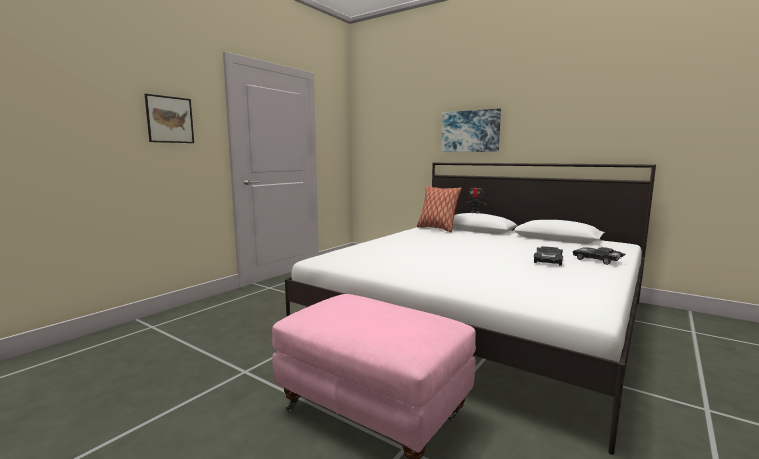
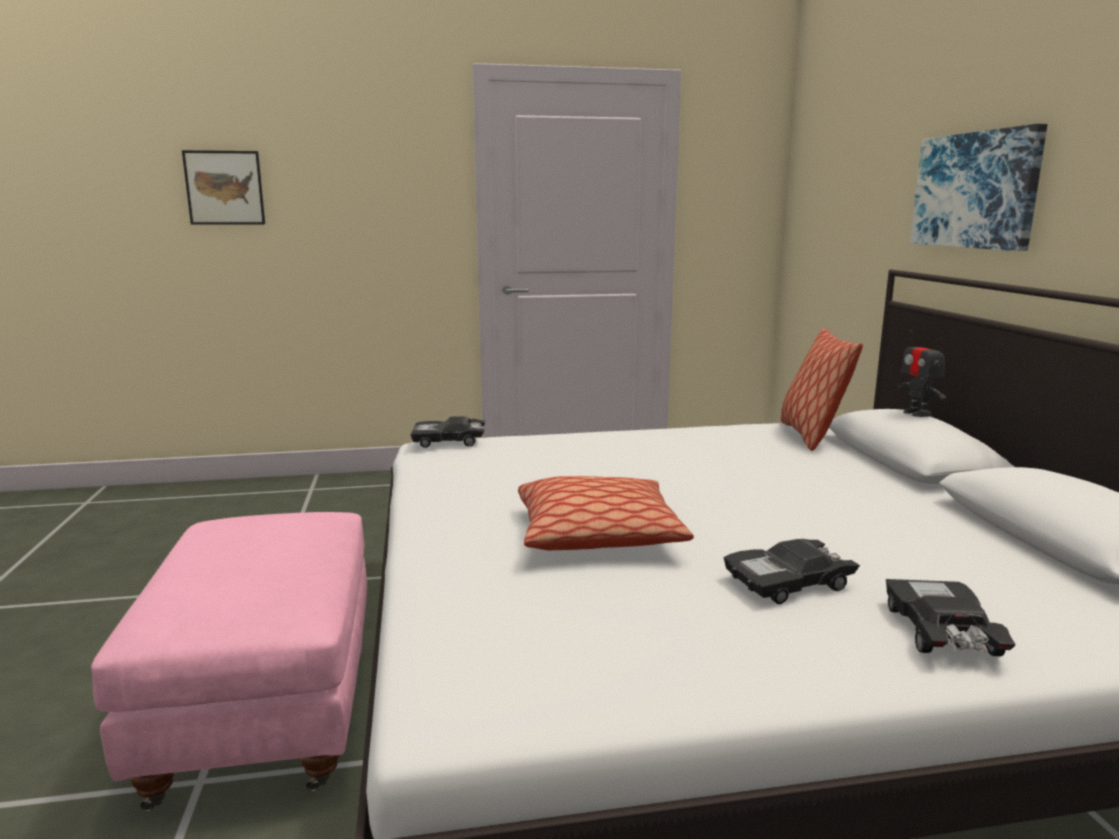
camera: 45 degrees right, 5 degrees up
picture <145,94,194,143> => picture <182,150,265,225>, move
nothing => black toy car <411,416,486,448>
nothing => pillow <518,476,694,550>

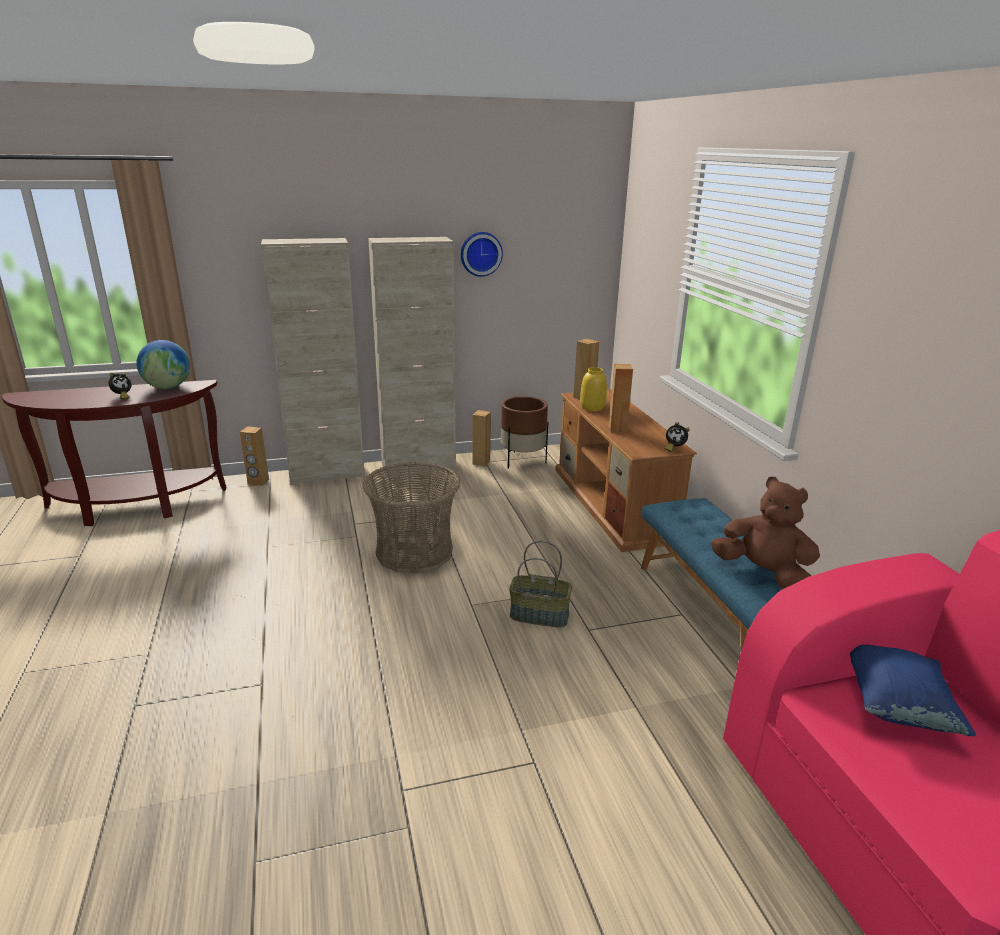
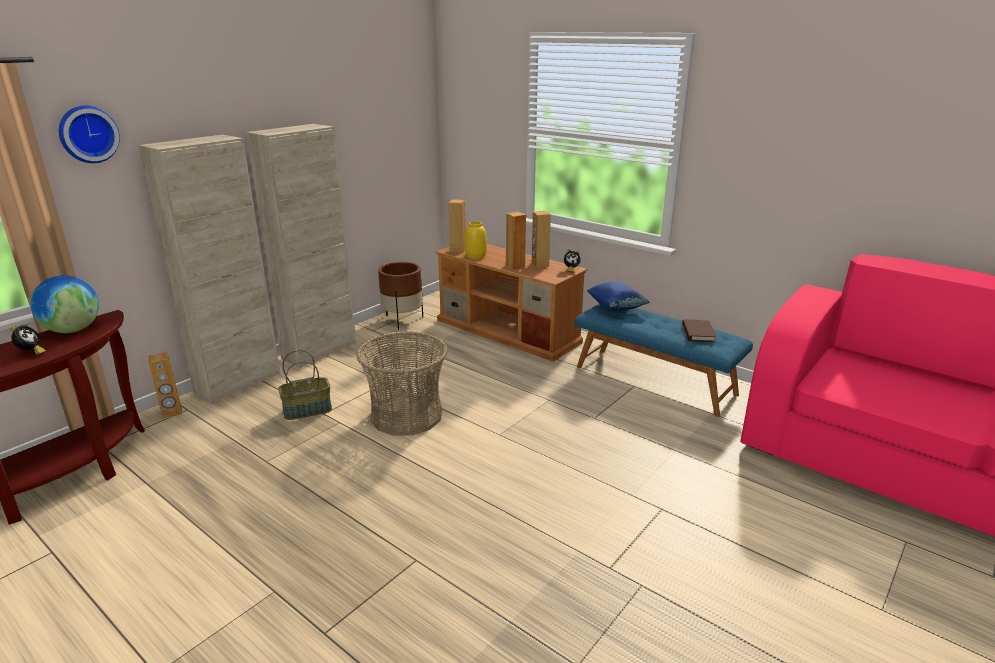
camera: 35 degrees left, 0 degrees up
wall clock <461,232,503,277> => wall clock <59,106,120,163>, move
basket <509,541,572,628> => basket <278,350,332,420>, move
brown speaker <472,410,491,467> => brown speaker <532,211,551,268>, move
blue pillow <850,645,976,736> => blue pillow <587,282,650,312>, move
brown plush toy <711,477,820,589> => brown book <682,320,716,342>

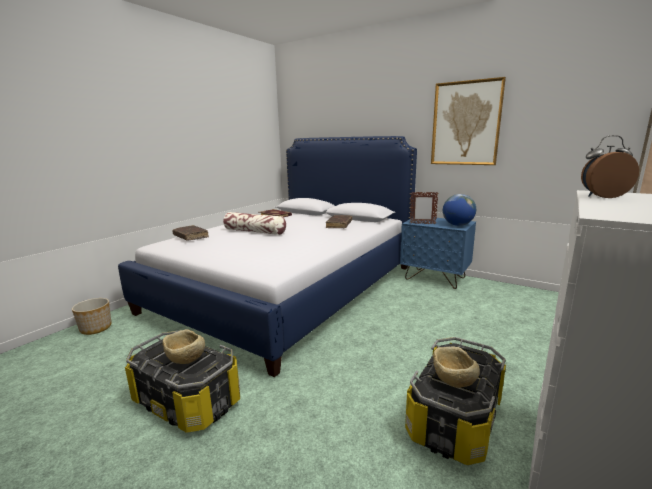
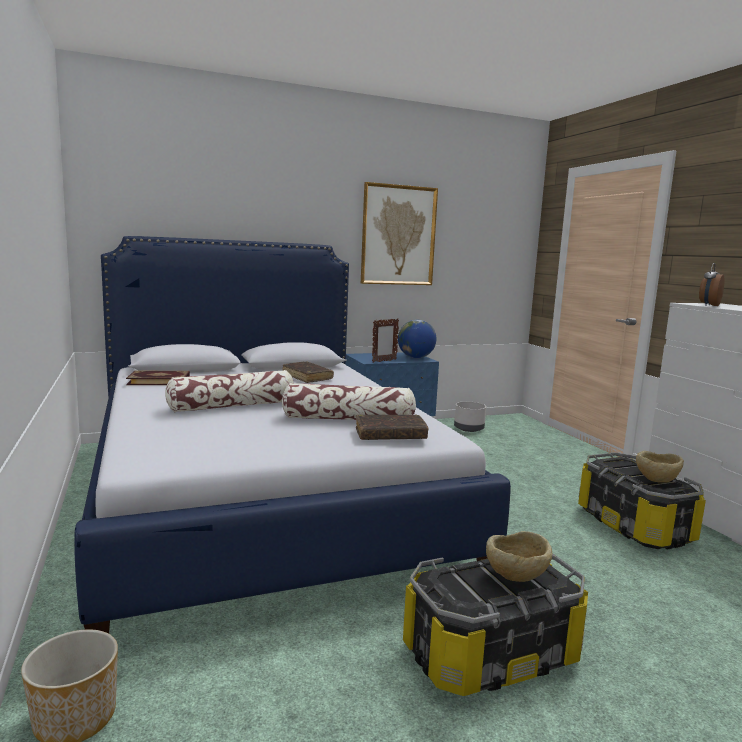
camera: 55 degrees left, 5 degrees down
nothing => pillow <282,383,416,420>
brown book <172,225,209,240> => brown book <356,415,429,440>, move
nothing => grey planter <454,401,486,432>

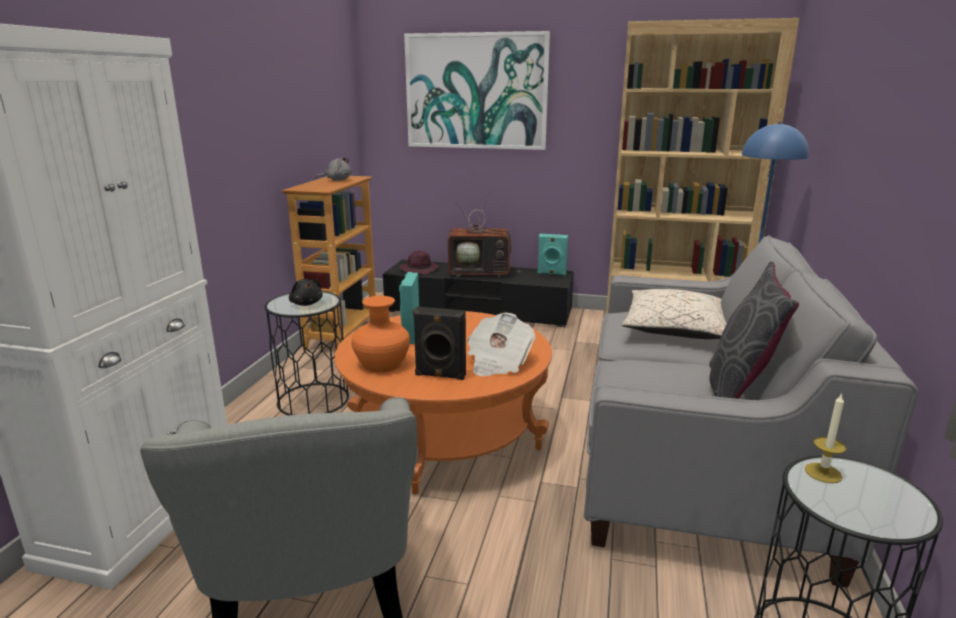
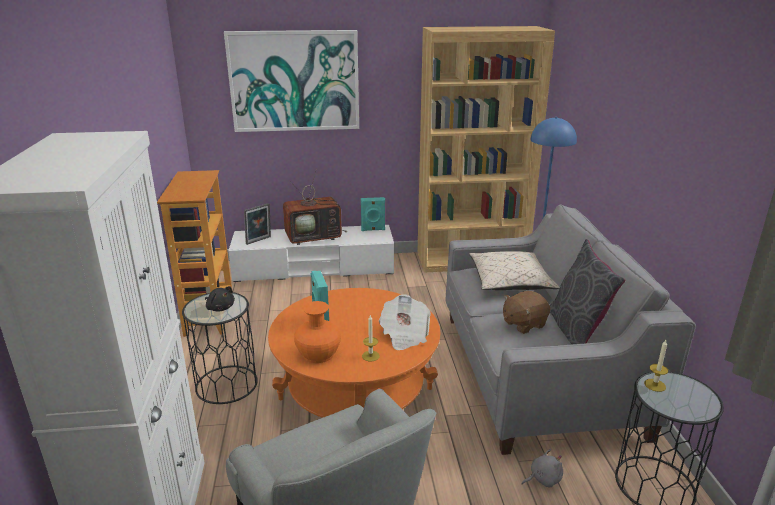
camera: 20 degrees left, 5 degrees up
black tv stand <383,260,574,327> => white tv stand <229,225,394,282>
purple hat <400,251,439,275> => picture frame <244,203,271,245>
black speaker <413,307,466,380> => candle <362,315,380,362>
nothing => brown plush toy <503,291,550,334>
grey plush toy <316,157,351,181> => grey plush toy <521,449,563,488>, move

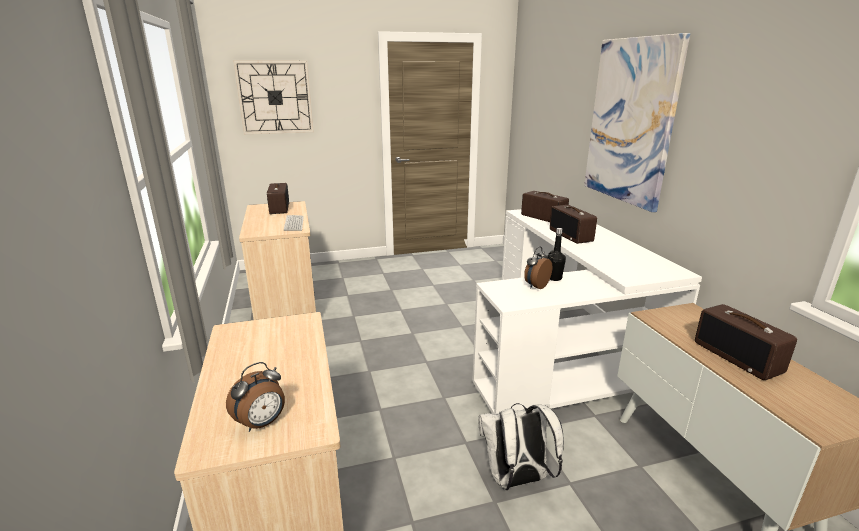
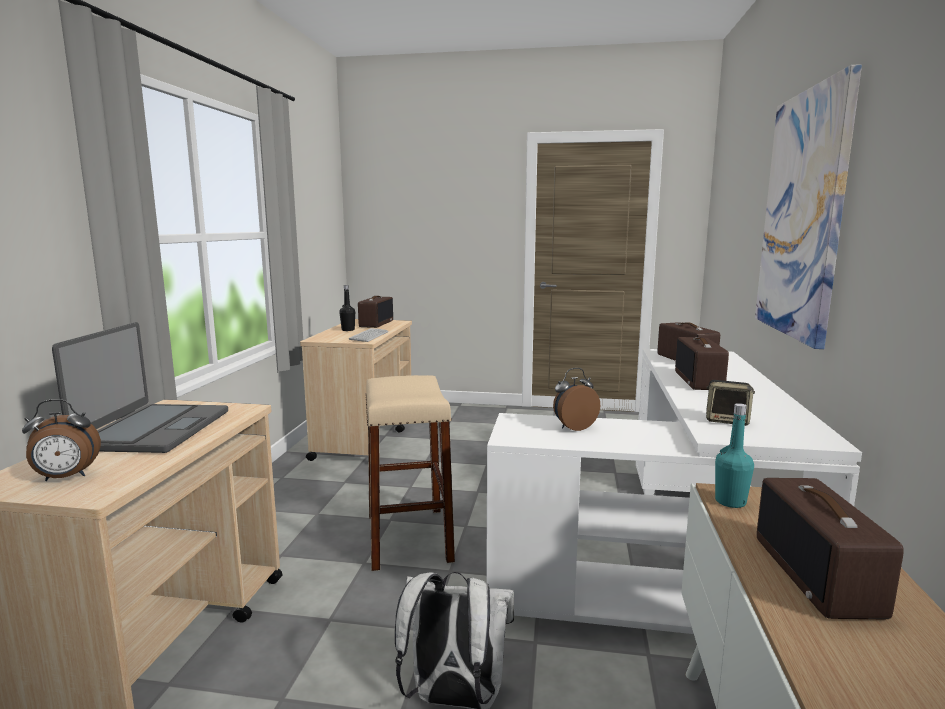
camera: 25 degrees right, 10 degrees down
nothing => laptop <52,322,228,453>
black bottle <547,228,566,281> => black bottle <339,285,355,331>, move
nothing => beige stool <366,375,455,571>
nothing => speaker <706,380,755,426>
nothing => turquoise bottle <715,403,754,508>
wall clock <233,60,314,134> => nothing

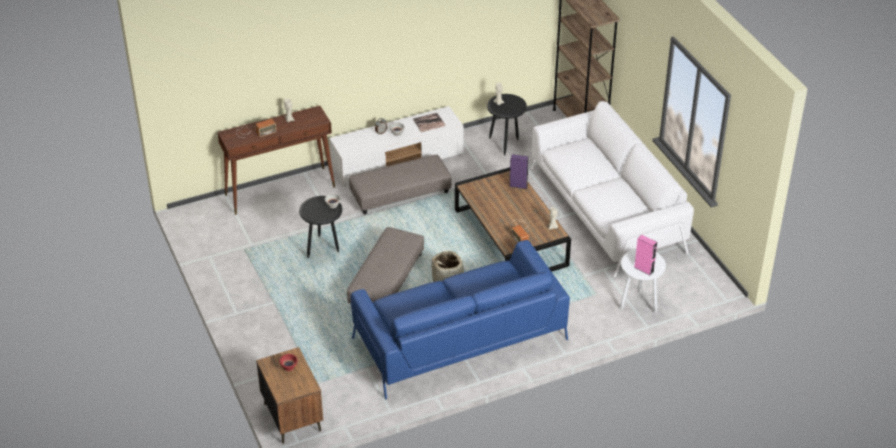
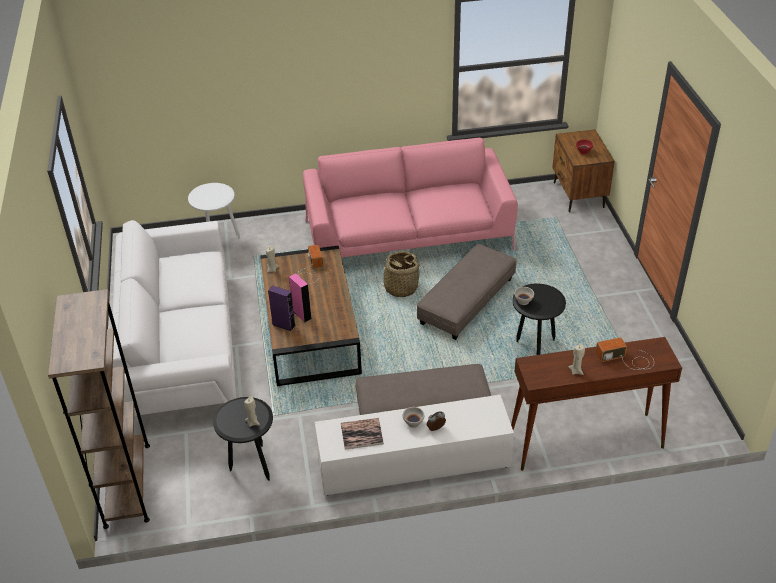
camera: 165 degrees left, 0 degrees up
pink speaker <634,235,657,275> => pink speaker <289,274,312,322>, move
blue sofa <351,240,570,399> => pink sofa <303,138,518,258>

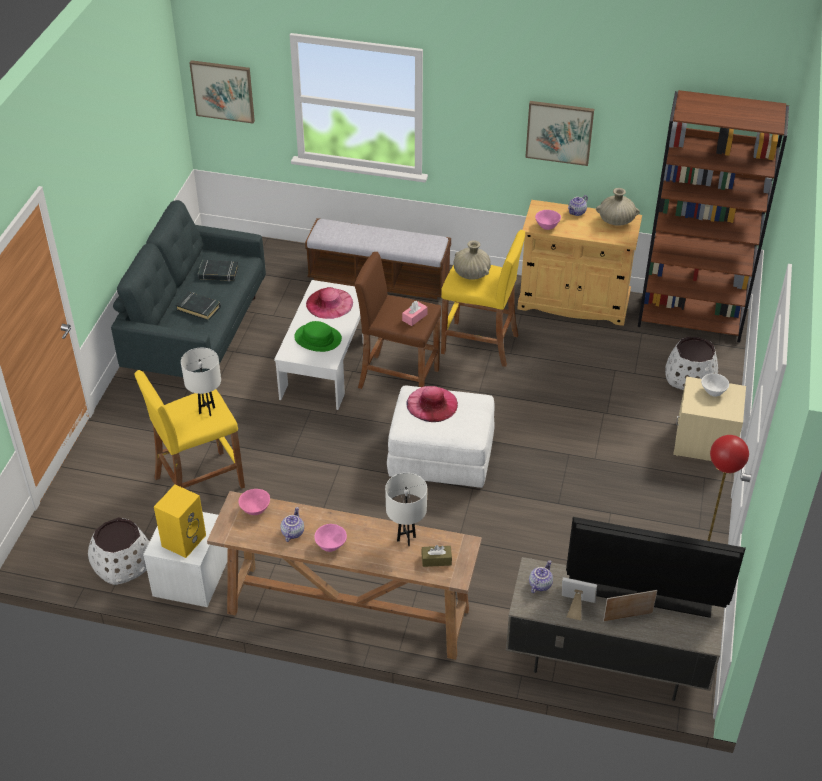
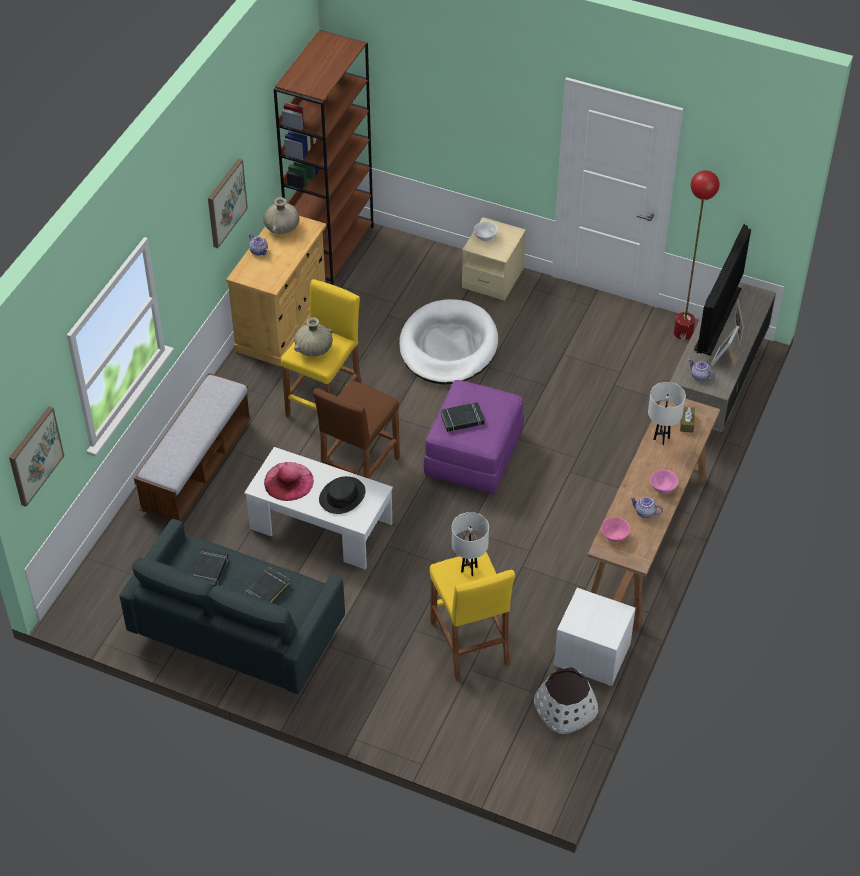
camera: 80 degrees left, 5 degrees up
green hat <294,321,342,352> => black hat <319,476,366,514>
nothing => white dog bed <399,299,498,385>
white ottoman <387,386,495,488> => purple ottoman <423,380,524,493>
pink hat <406,386,458,422> => black book <441,402,485,432>
yellow speaker <154,484,206,558> => nothing
pink tissue box <402,301,427,326> => nothing
pink bowl <535,210,561,230> => nothing
white planter <665,337,718,390> => nothing

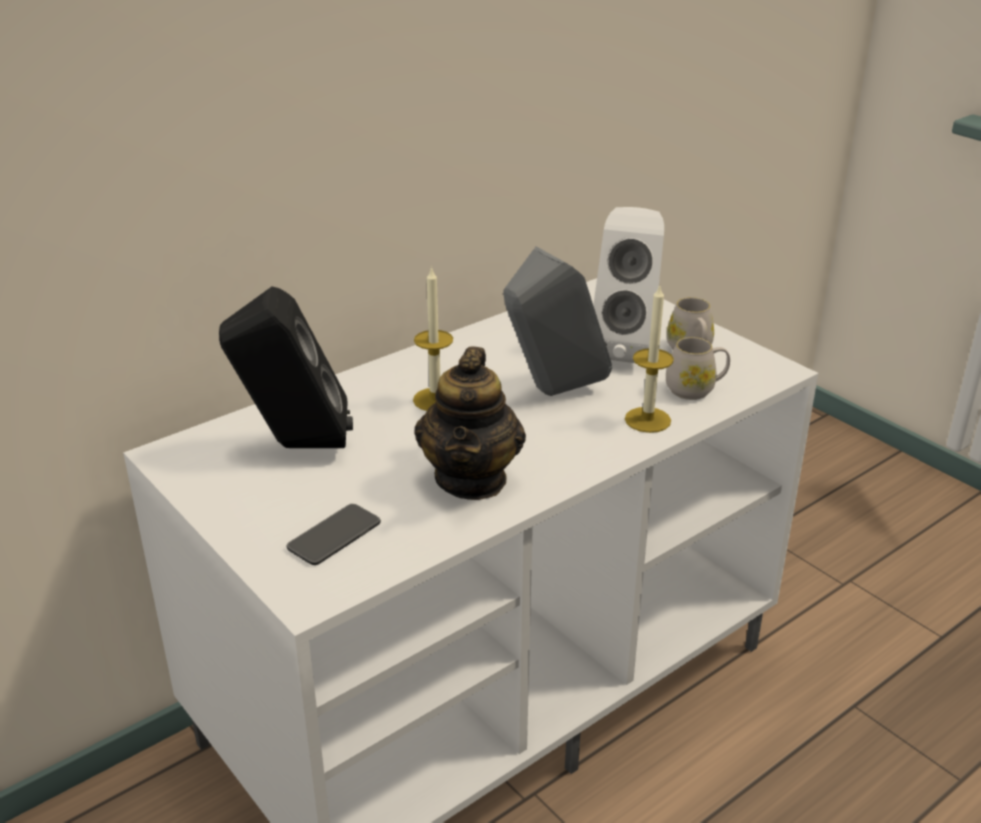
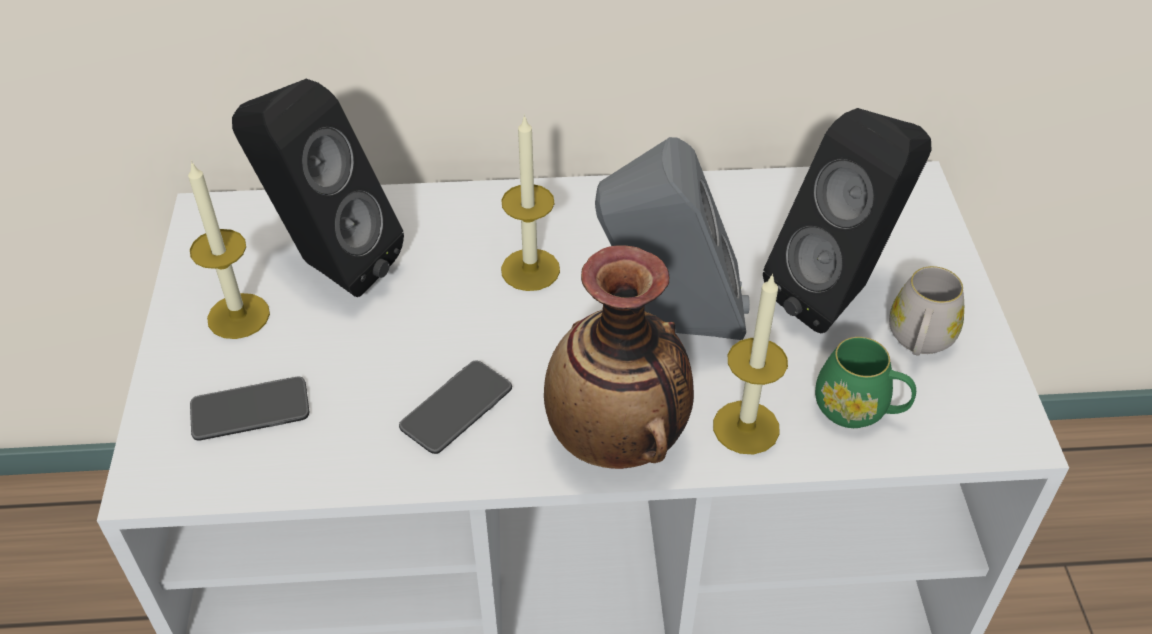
camera: 35 degrees right, 15 degrees up
nothing => candle <188,160,270,339>
teapot <414,346,526,500> => phone <399,360,512,454>
nothing => vase <544,245,694,469>
white speaker <593,207,664,363> => black speaker <763,108,932,333>
white mug <666,337,730,400> => green mug <815,337,916,428>

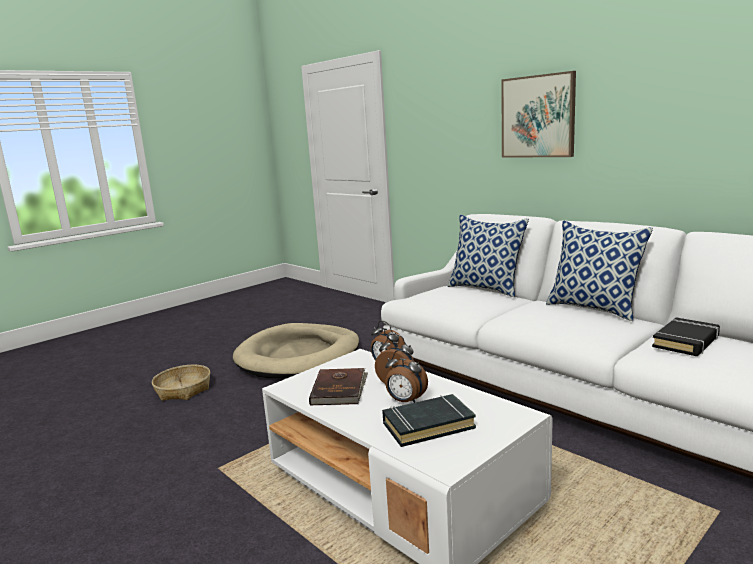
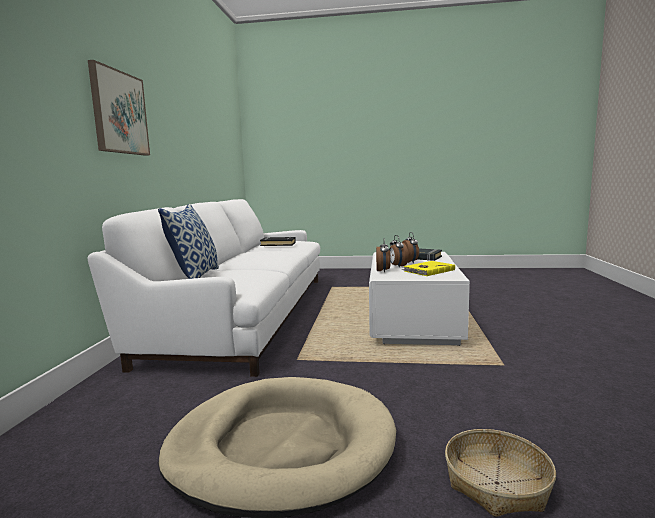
camera: 130 degrees left, 5 degrees down
brown book <309,368,368,406> => yellow book <402,261,455,276>
pillow <546,221,653,321> => nothing

